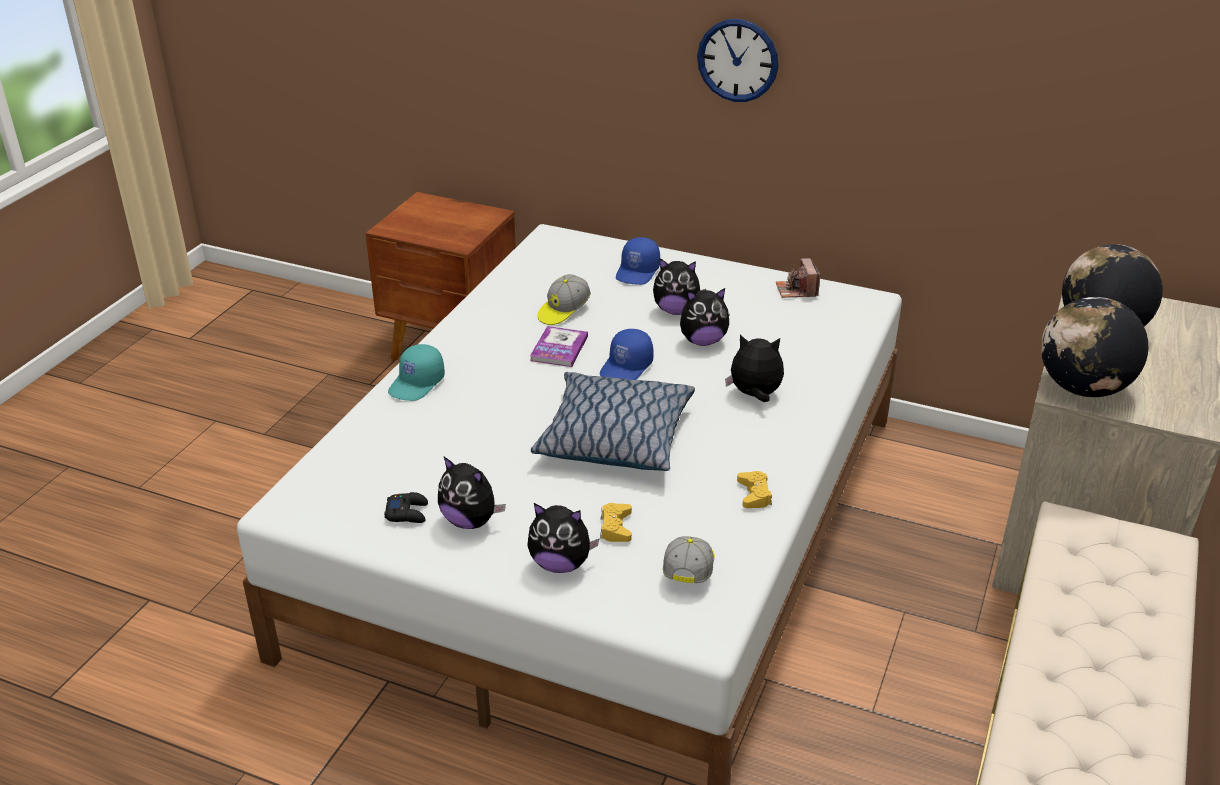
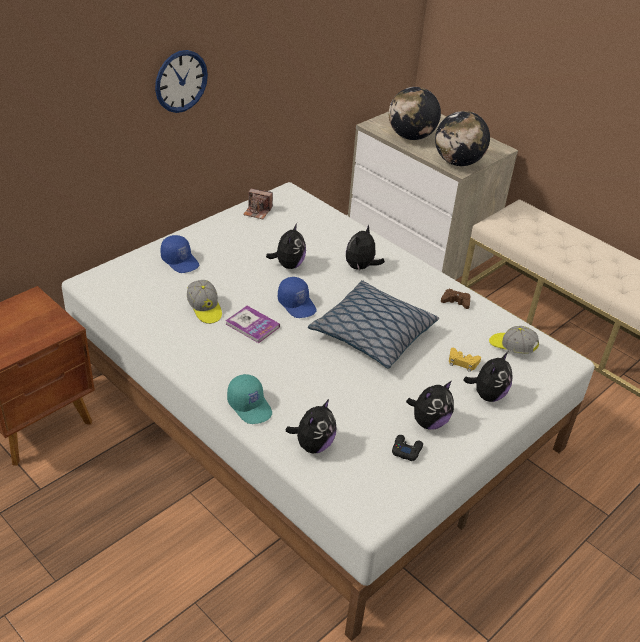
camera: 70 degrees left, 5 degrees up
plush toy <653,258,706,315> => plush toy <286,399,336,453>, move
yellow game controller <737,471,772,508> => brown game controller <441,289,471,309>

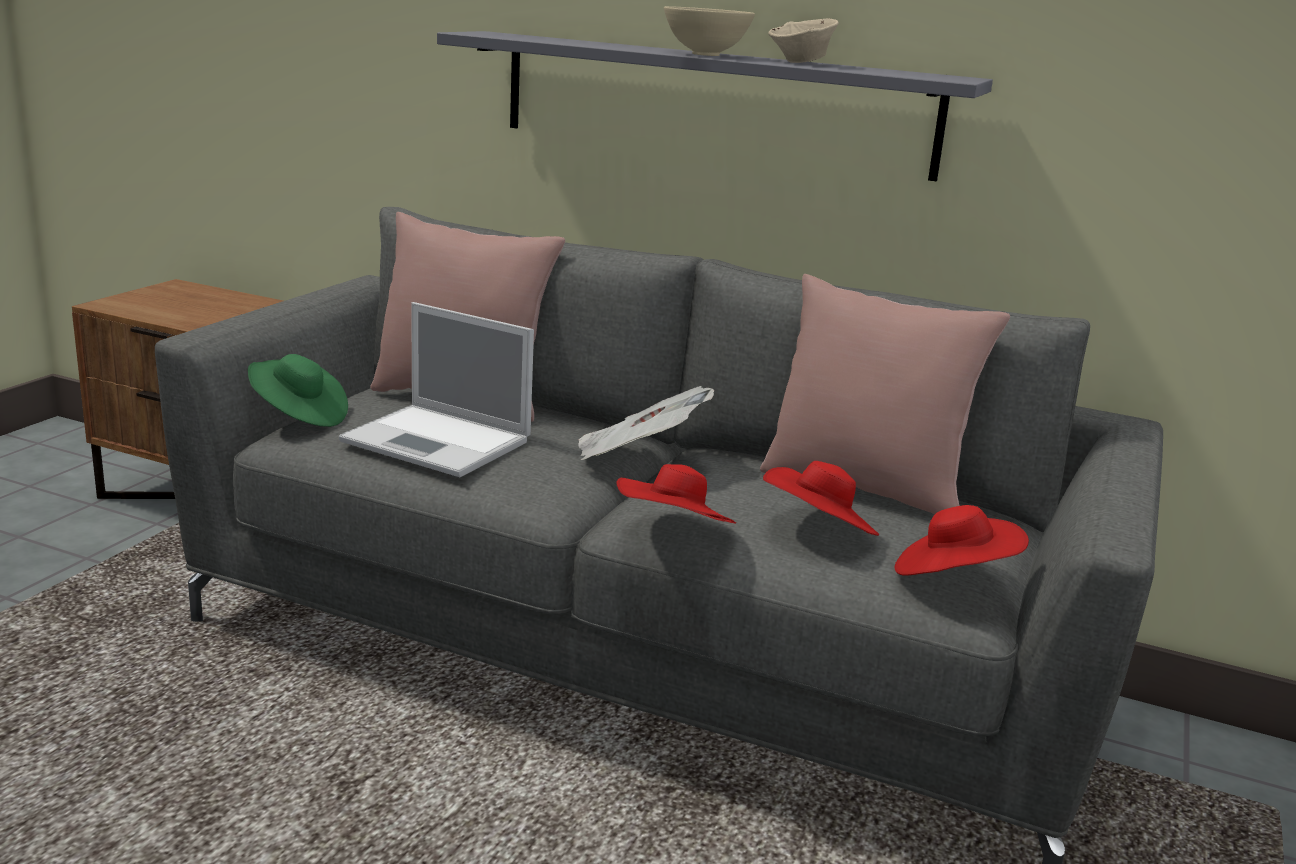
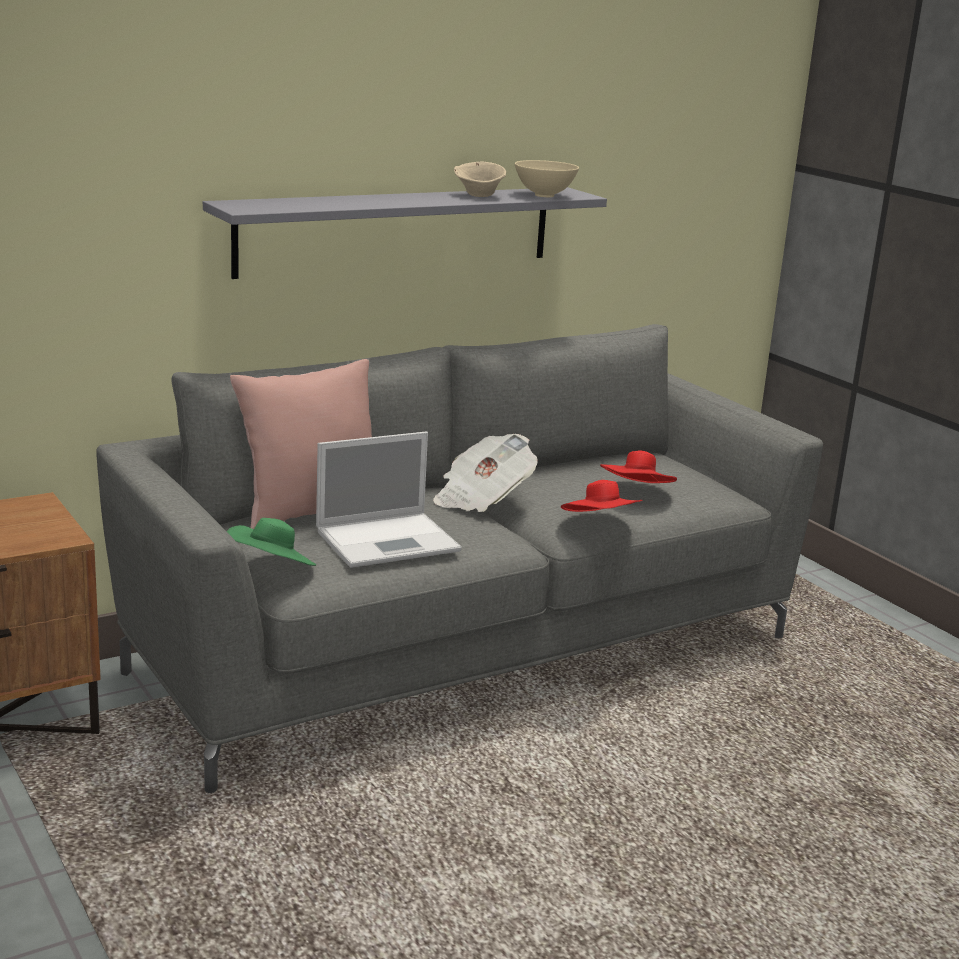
camera: 55 degrees left, 0 degrees up
beige bowl <664,6,755,56> => beige bowl <515,160,579,197>, move
pink pillow <760,274,1010,515> => nothing
red hat <895,505,1029,576> => nothing

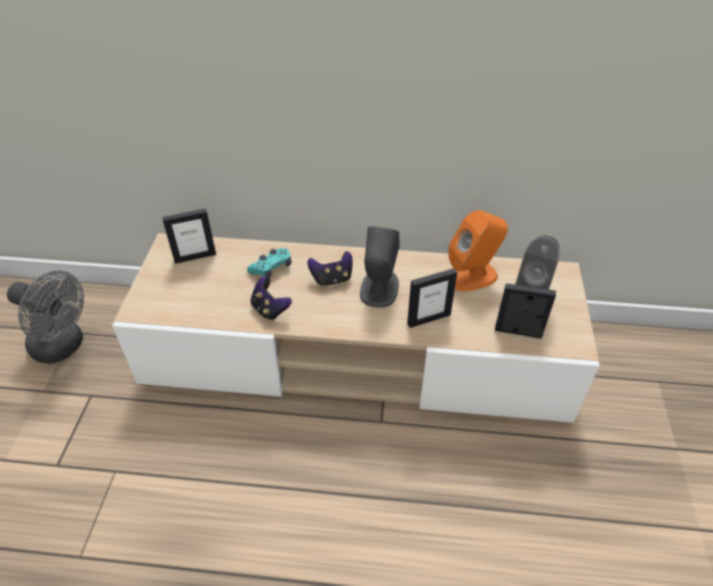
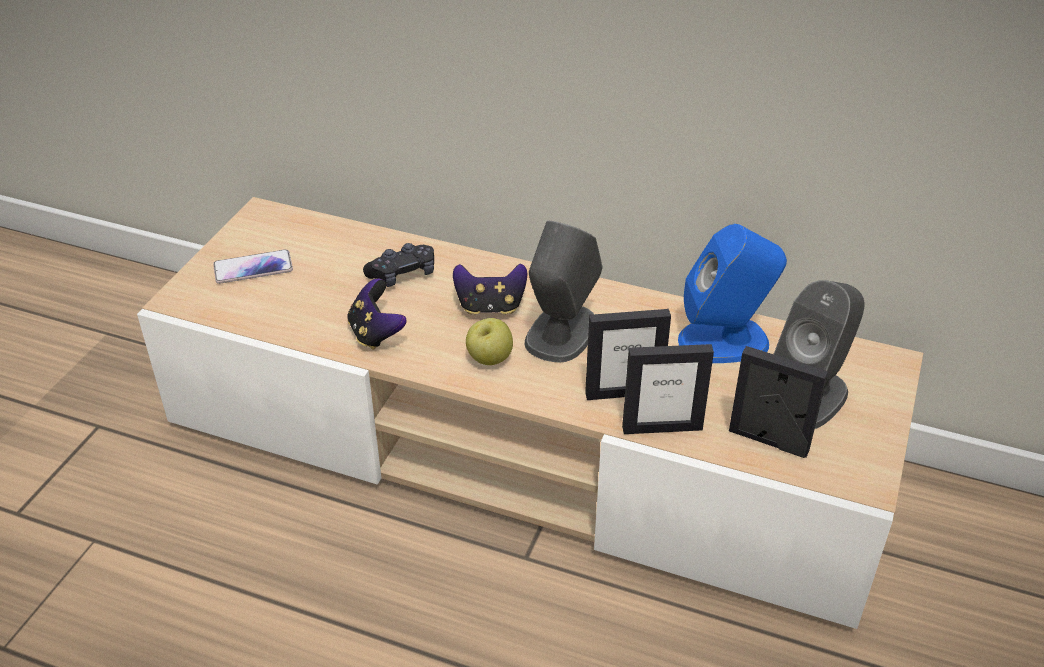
camera: 15 degrees right, 5 degrees down
nothing => phone <213,249,293,284>
turquoise game controller <247,248,291,277> => black game controller <363,243,434,287>
nothing => apple <466,318,513,365>
picture frame <162,209,216,264> => picture frame <622,344,714,434>, move
orange speaker <448,210,508,291> => blue speaker <678,224,787,363>
grey fan <7,271,84,364> => nothing

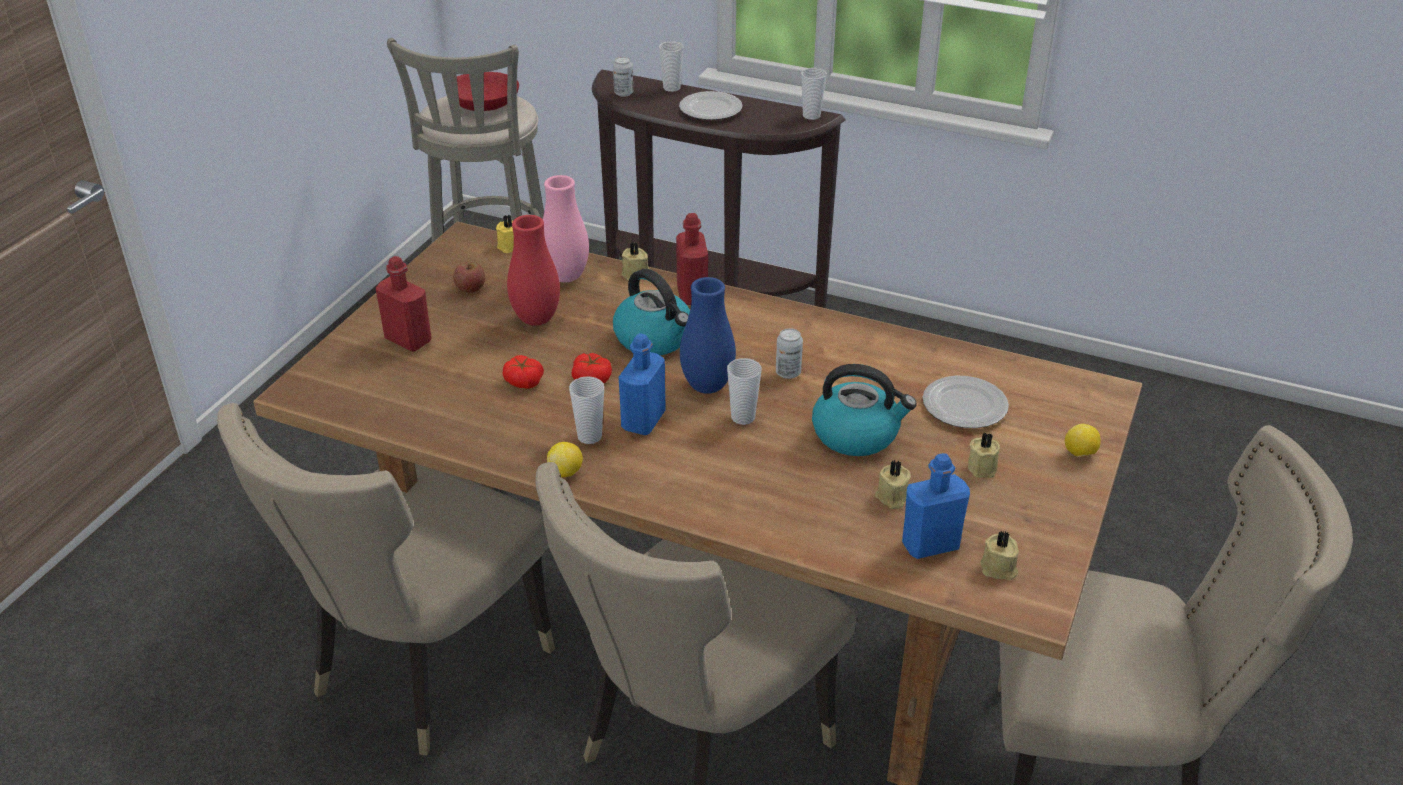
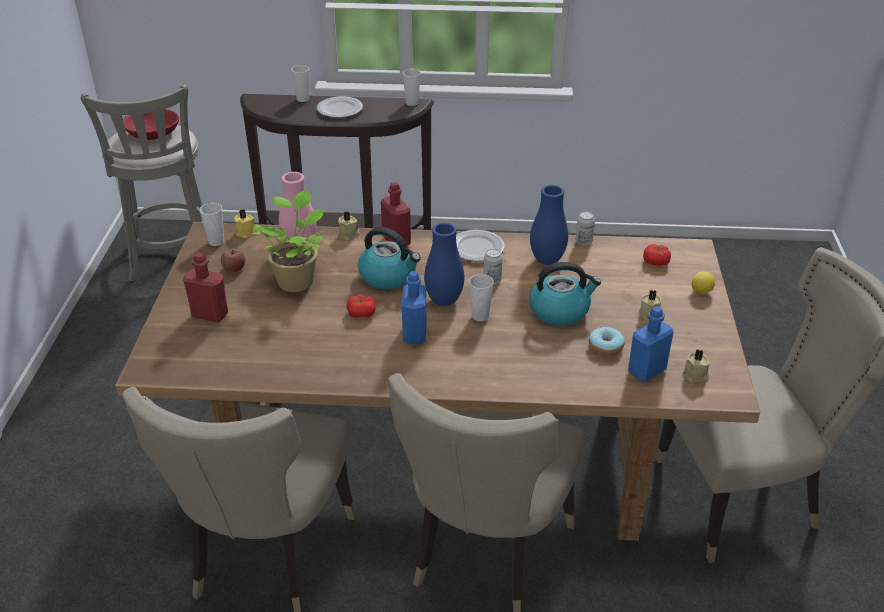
camera: 20 degrees left, 0 degrees up
cup <569,376,604,444> => cup <200,203,224,246>, move
red vase <507,215,560,326> => potted plant <252,190,323,292>
plate <923,376,1009,428> => plate <456,230,505,261>, move
nothing => blue vase <530,185,568,265>
can <613,57,633,97> => can <576,211,595,246>, move
beige candle <875,460,911,509> => donut <589,327,625,355>
tomato <503,355,544,389> => tomato <643,244,671,266>, move
lemon <547,442,583,477> => nothing

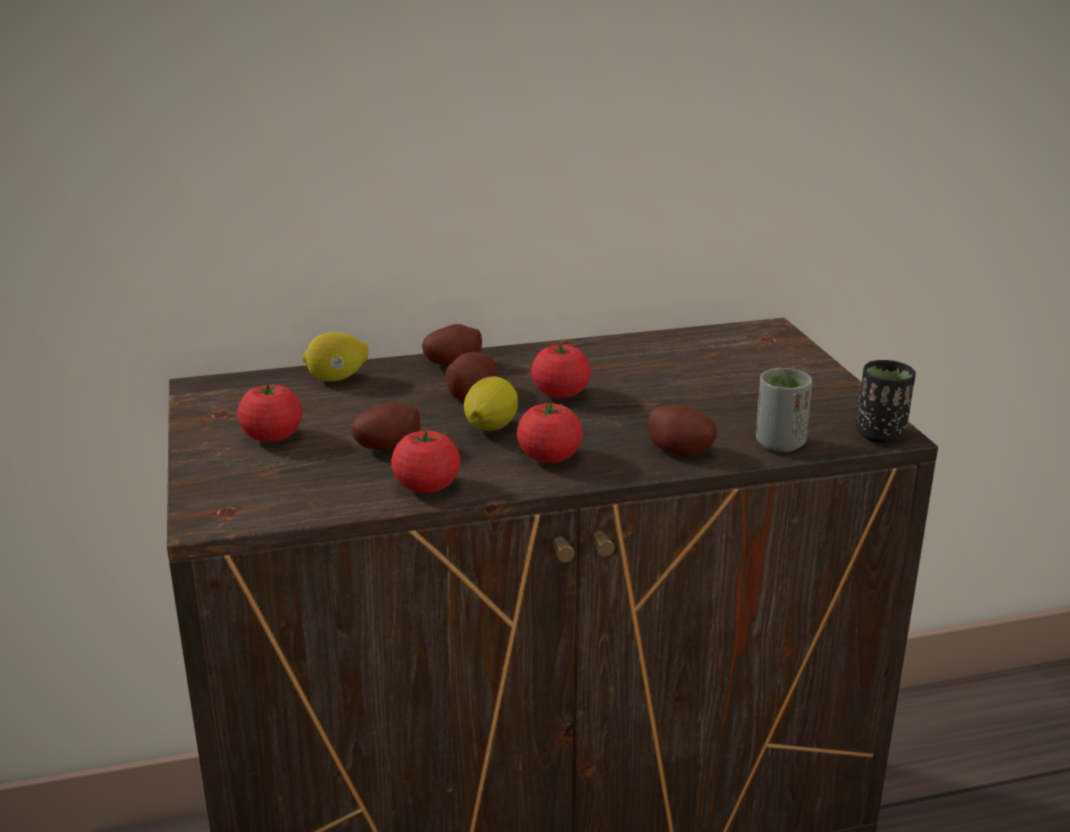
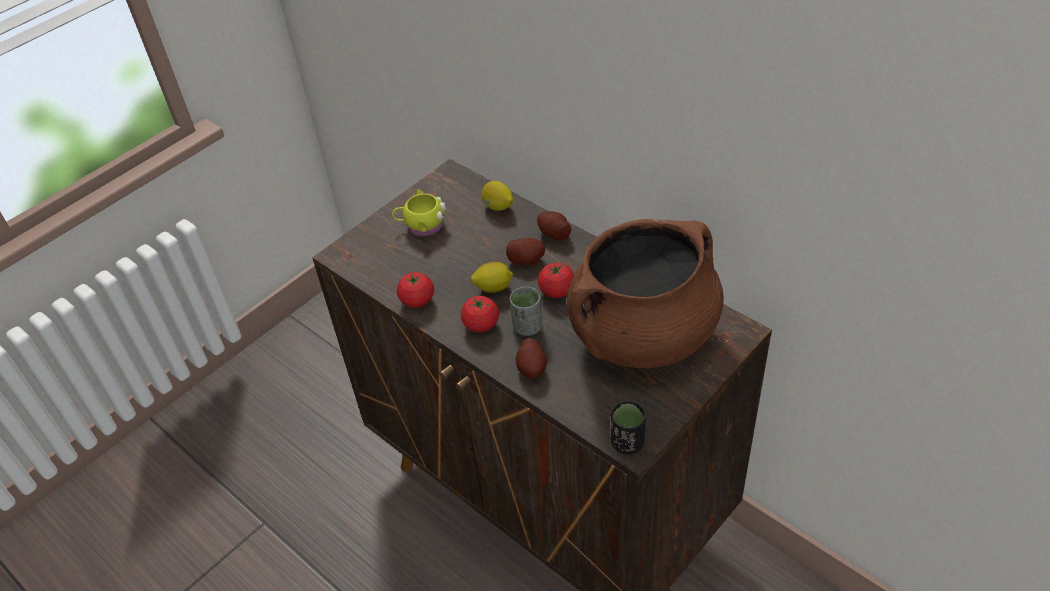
camera: 60 degrees right, 20 degrees up
tomato <237,384,302,442> => yellow mug <392,189,447,236>
grey cup <756,368,812,452> => grey cup <510,287,543,336>, move
nothing => brown cooking pot <567,219,724,368>
potato <351,402,420,451> => nothing

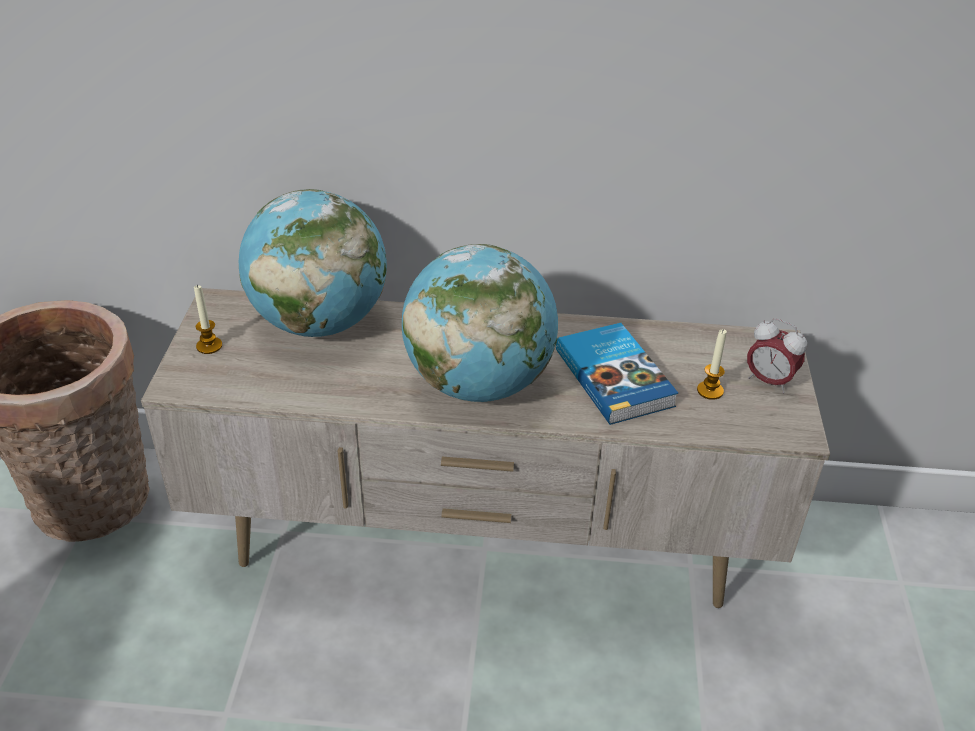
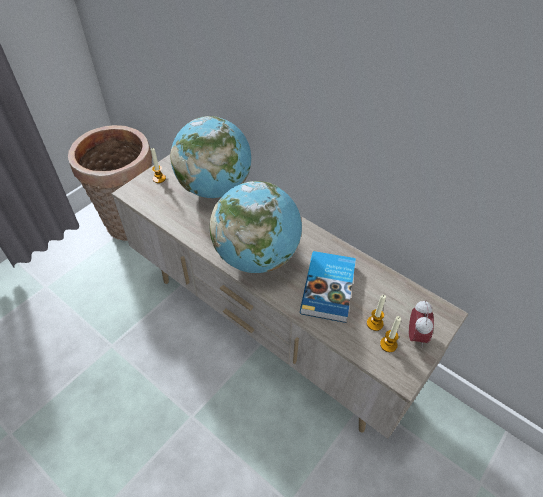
camera: 35 degrees right, 10 degrees up
nothing => candle <380,316,401,352>
alarm clock <747,318,807,393> => alarm clock <409,300,434,348>, 150 degrees counterclockwise

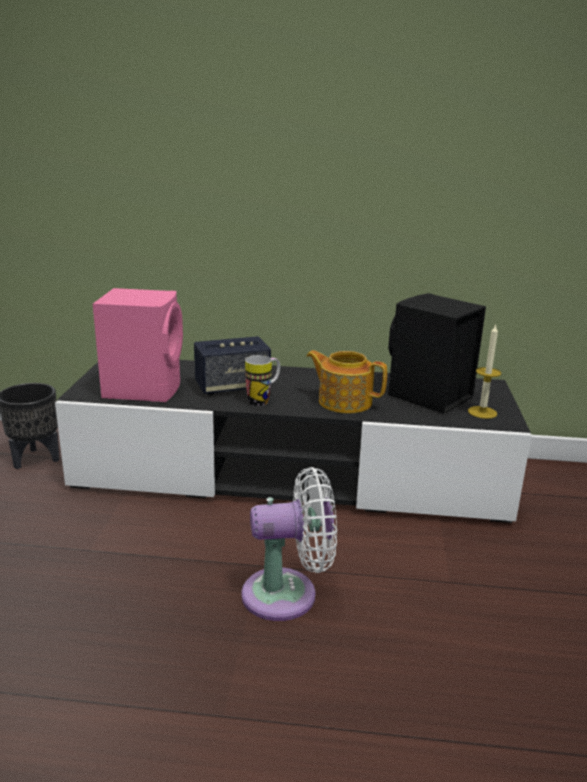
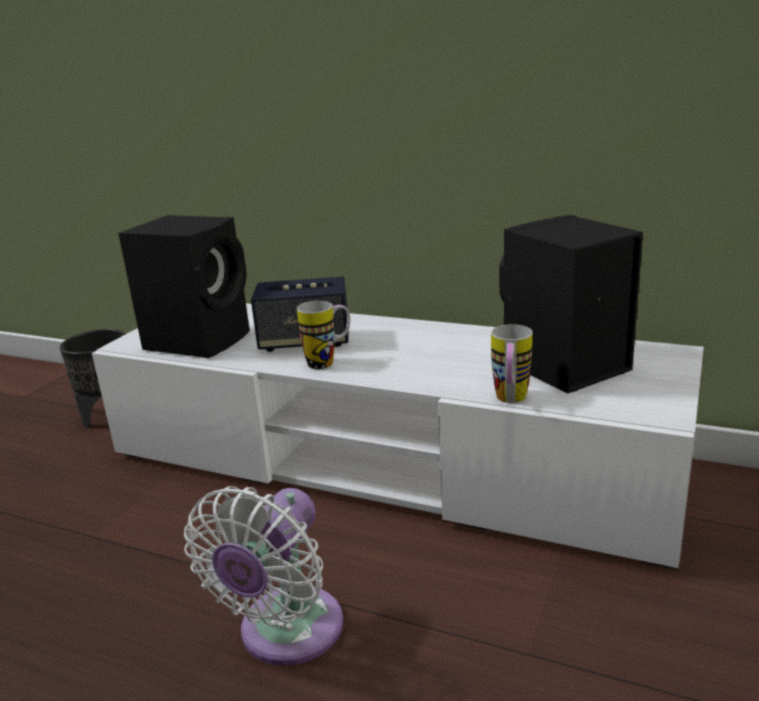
camera: 20 degrees right, 0 degrees up
black tv stand <55,360,532,523> => white tv stand <92,303,704,569>
pink speaker <93,288,183,402> => black speaker <118,215,250,358>
white fan <241,467,337,621> => white fan <184,486,343,666>, 105 degrees clockwise
nothing => mug <491,324,533,403>
teapot <306,350,387,413> => nothing
candle <468,324,501,419> => nothing

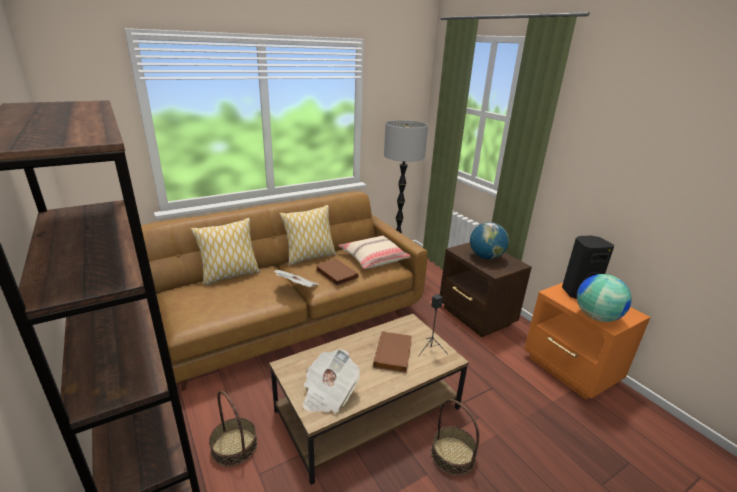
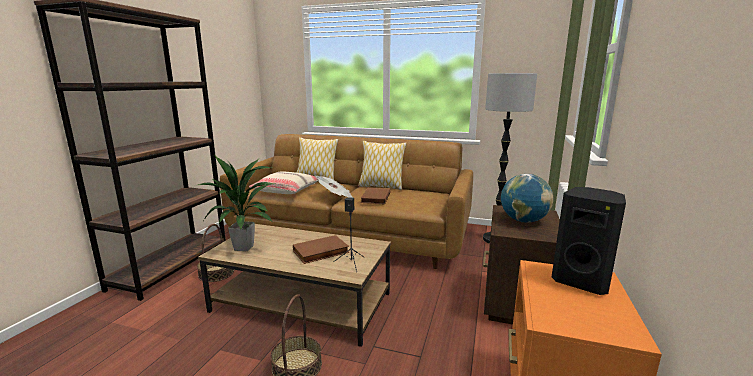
camera: 50 degrees right, 10 degrees down
newspaper <303,349,360,413> => potted plant <194,156,274,251>
beige pillow <338,235,411,269> => beige pillow <249,171,319,194>, move
globe <577,274,631,322> => nothing

